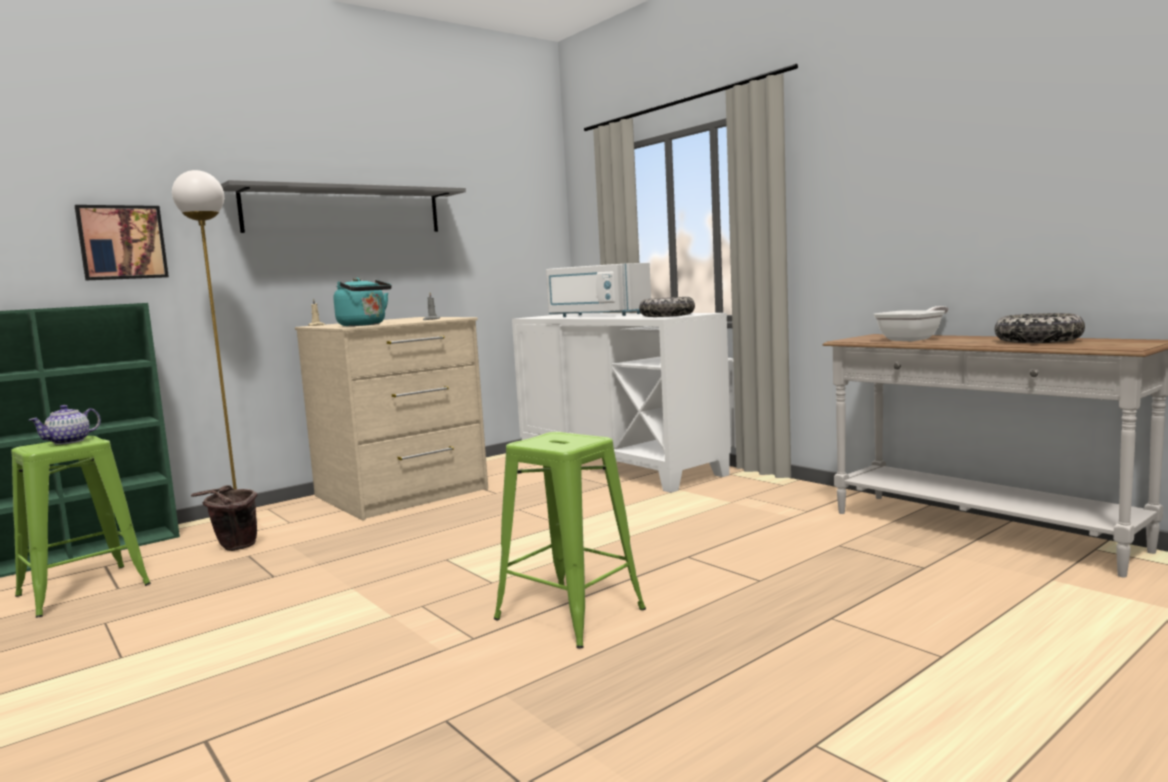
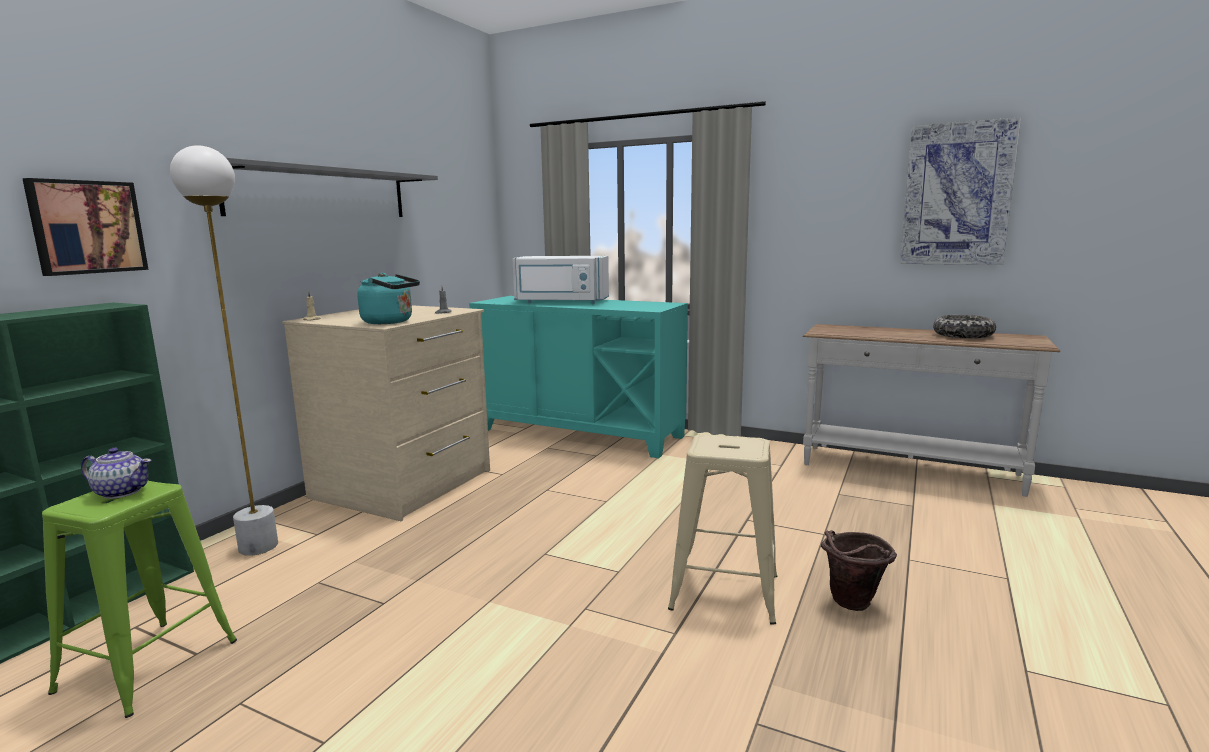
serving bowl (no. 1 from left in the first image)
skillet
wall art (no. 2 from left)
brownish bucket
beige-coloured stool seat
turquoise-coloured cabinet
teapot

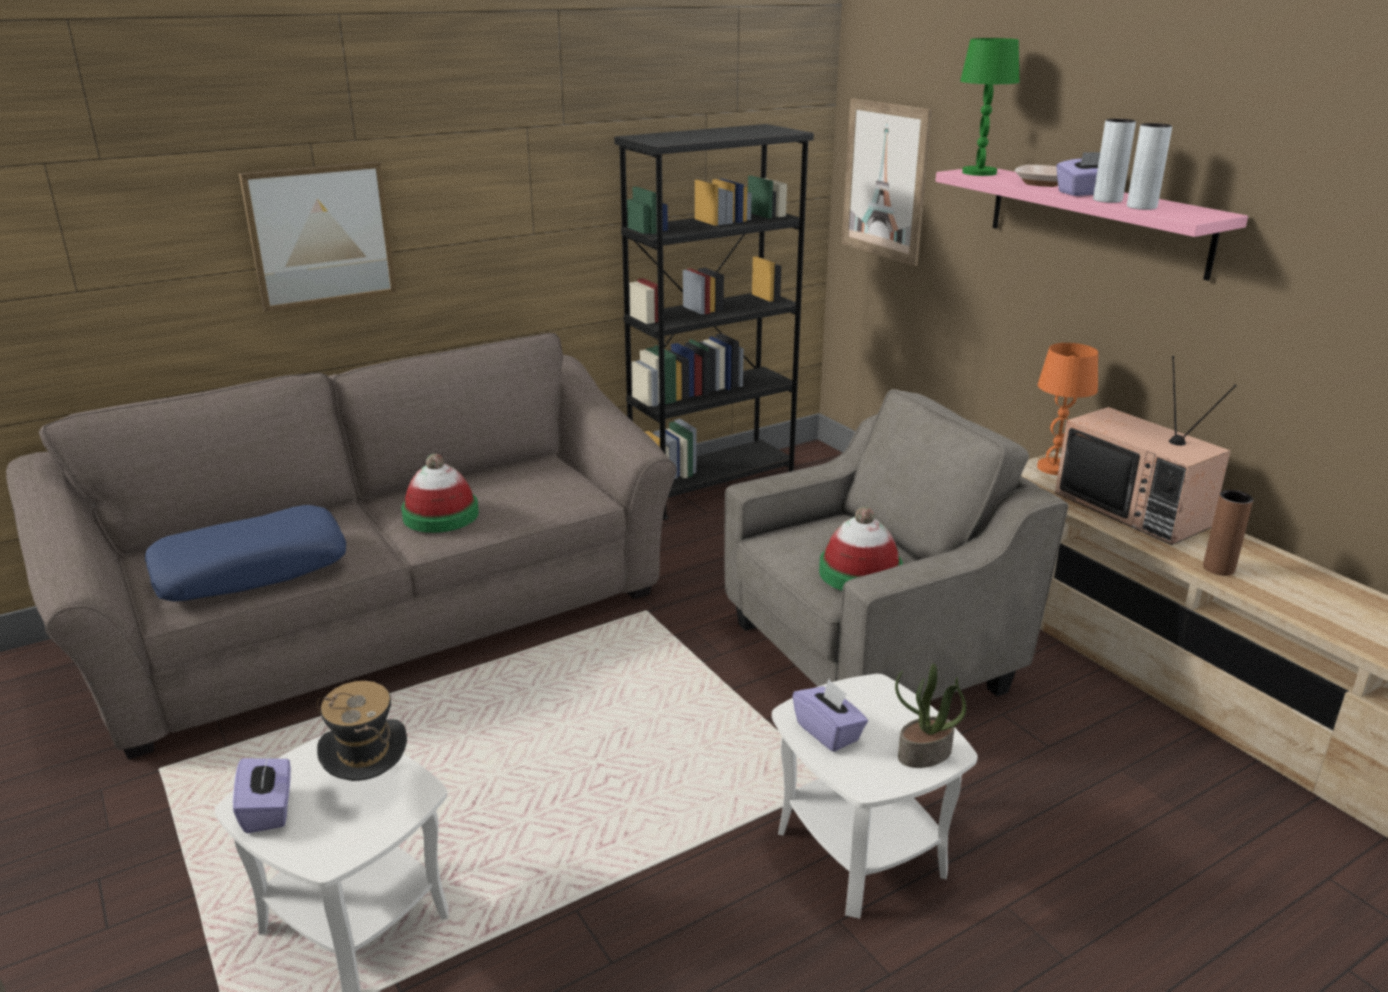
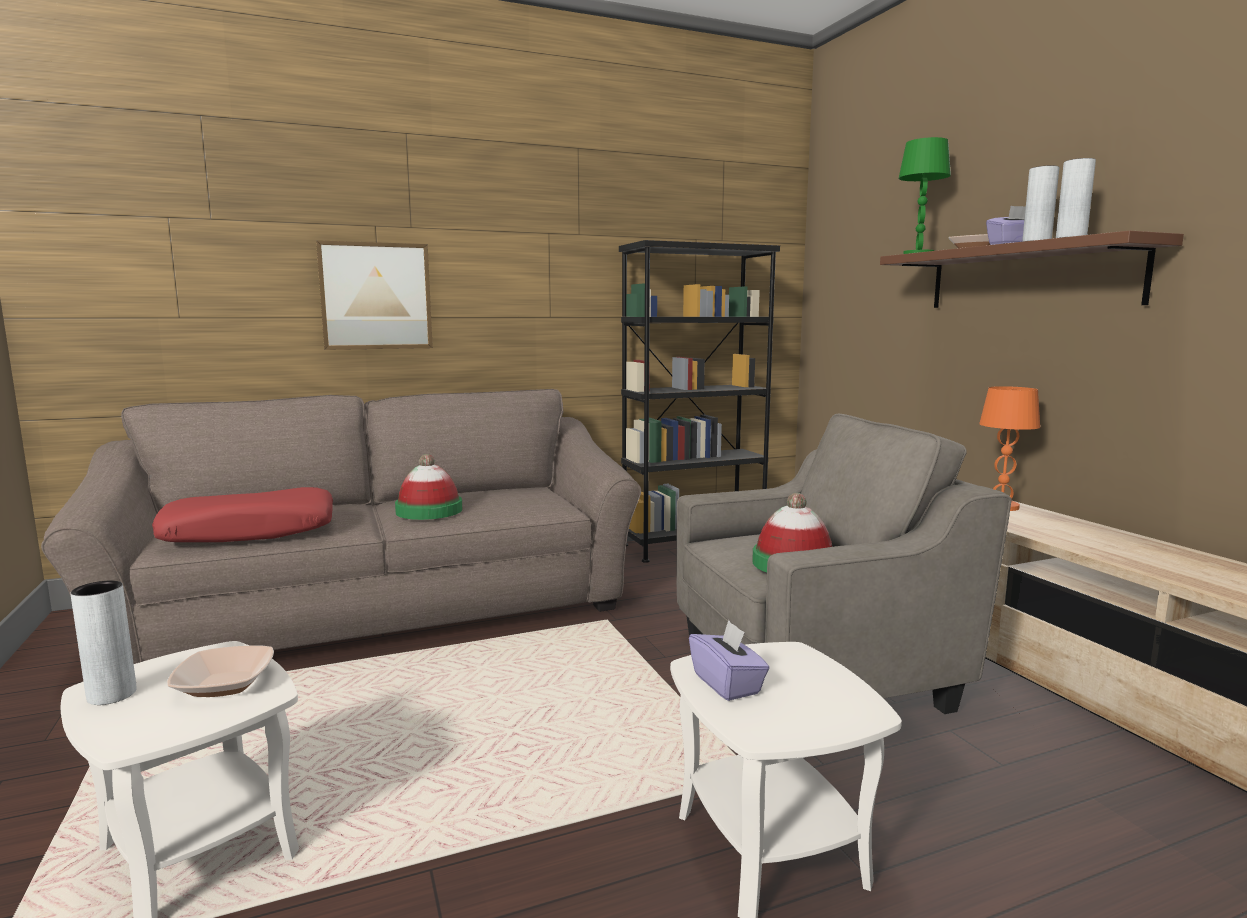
wall art (no. 2 from left in the first image)
houseplant
TV set
brownish decorative vase
grey decorative vase (no. 1 from left)
serving bowl (no. 1 from left)
red-coloured throw pillow
brownish shelf

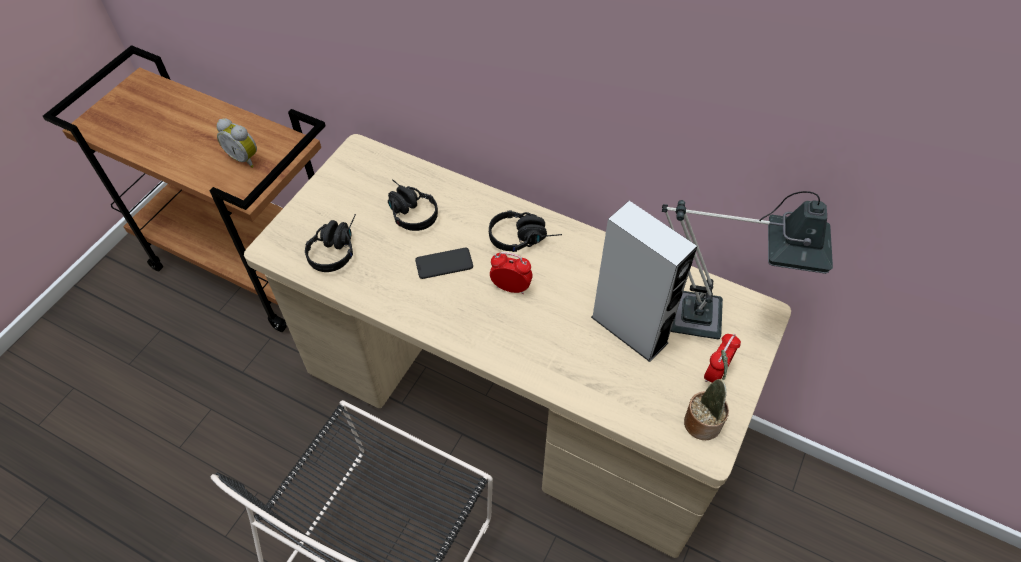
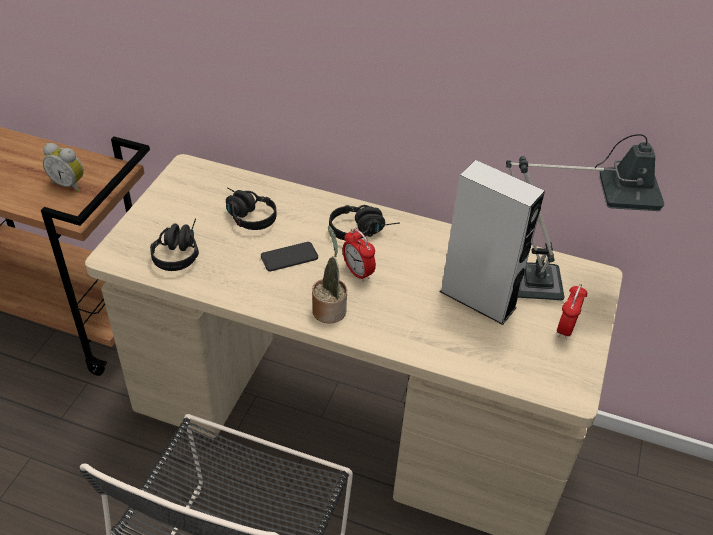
houseplant
alarm clock (no. 2 from left)

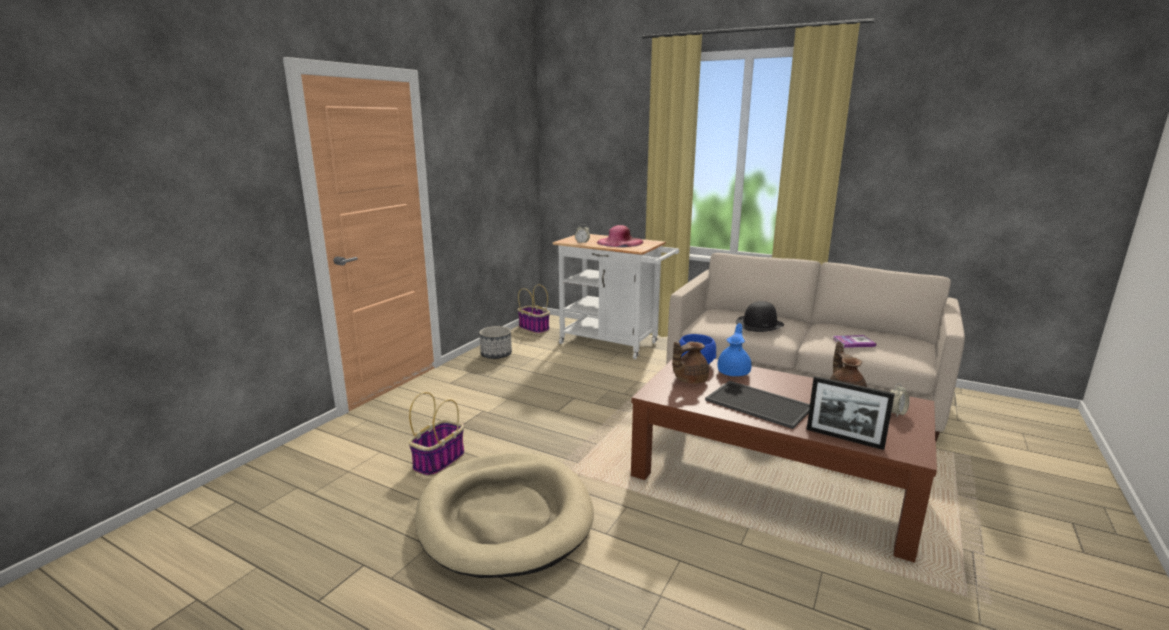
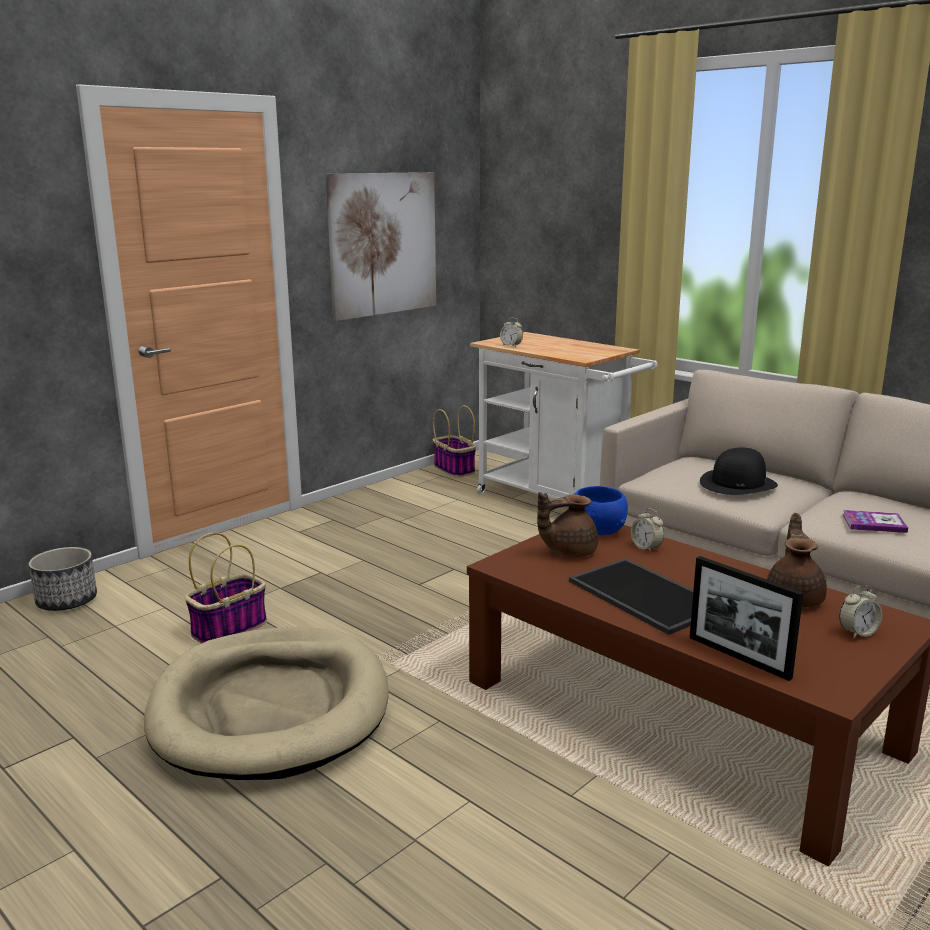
pink-coloured wearable hat
wall art
planter
alarm clock (no. 2 from left)

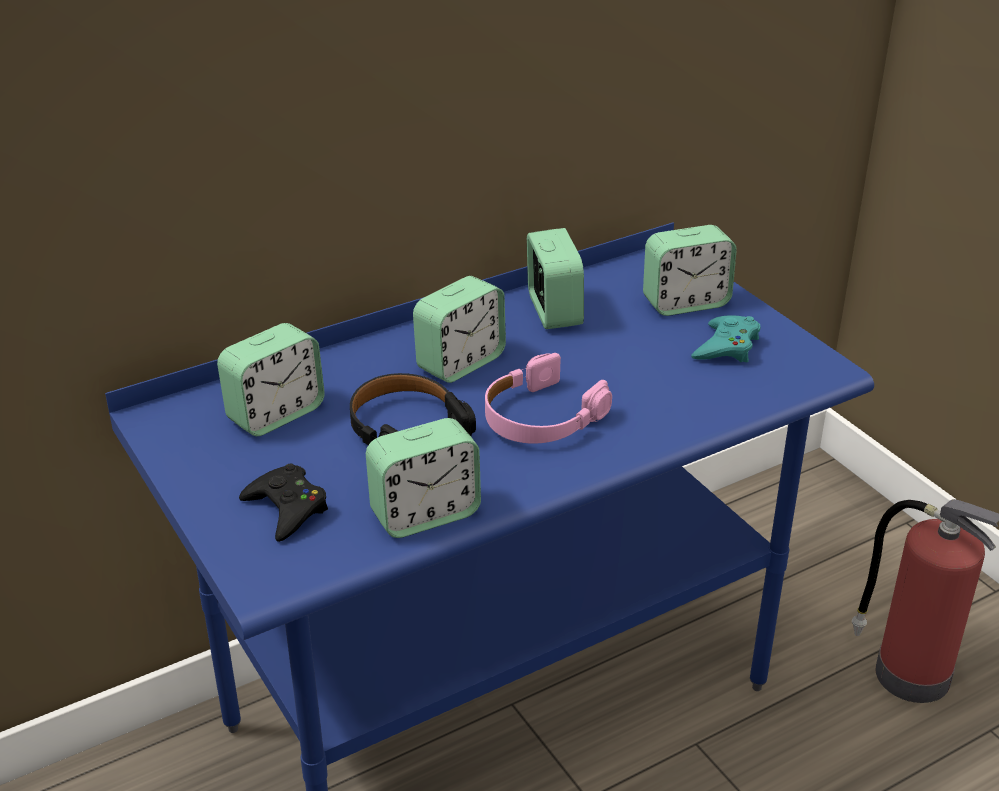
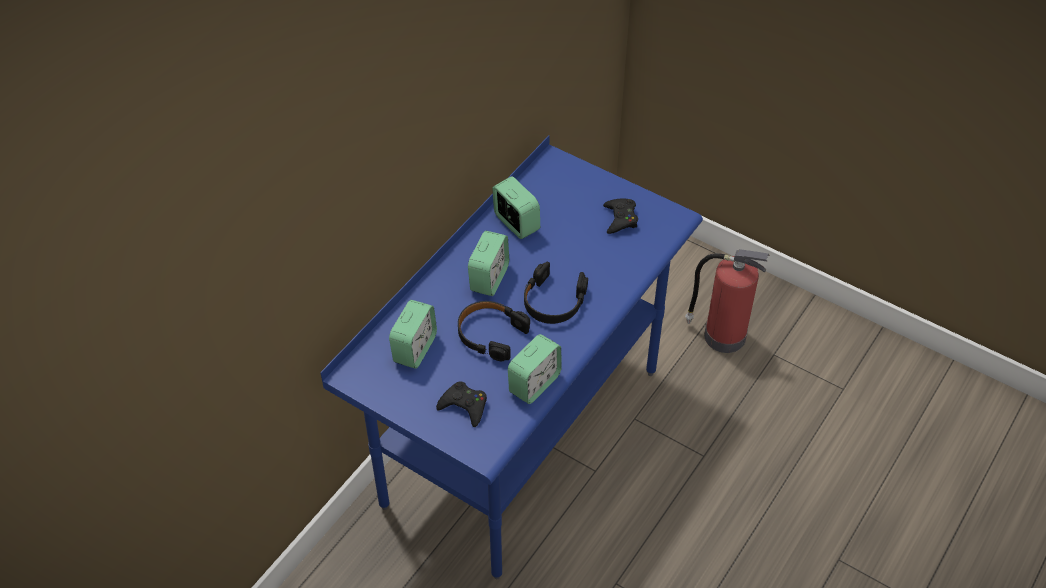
alarm clock (no. 5 from left in the first image)
black headphones (no. 2 from left)
black joypad (no. 2 from left)

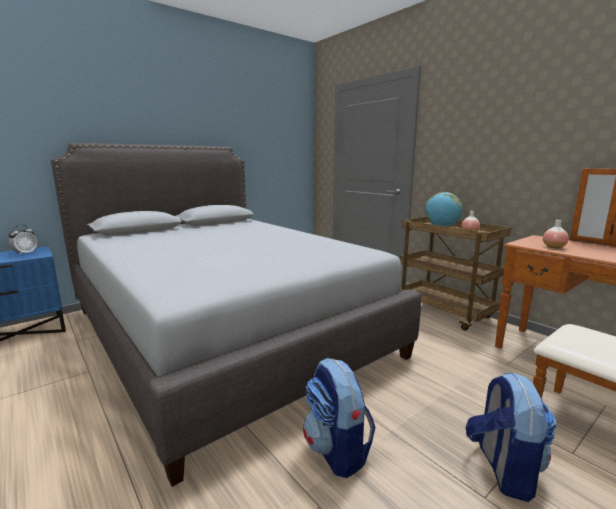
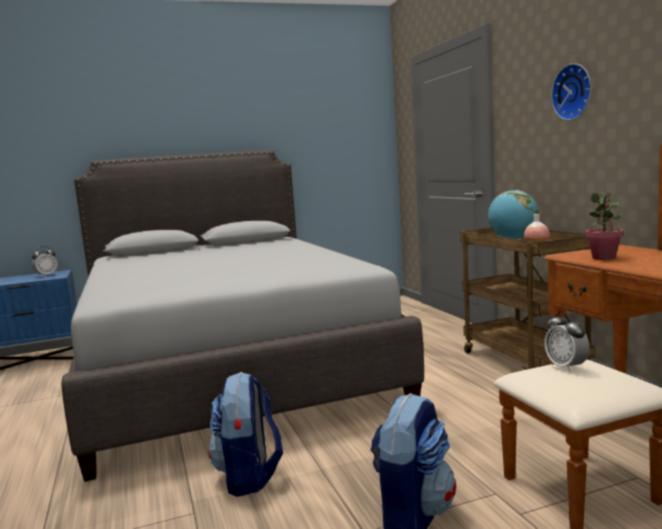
alarm clock (no. 2 from left)
wall clock
houseplant

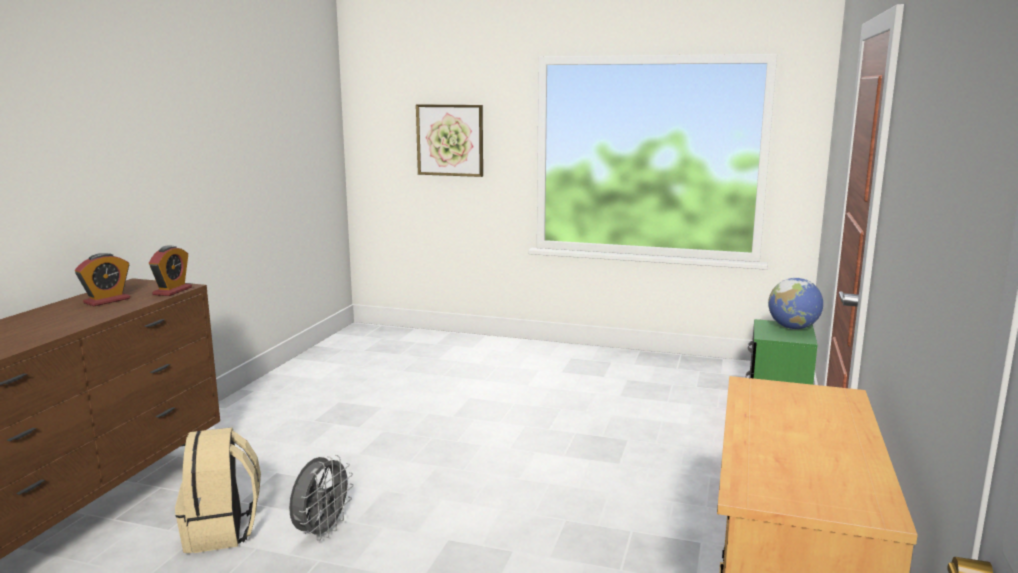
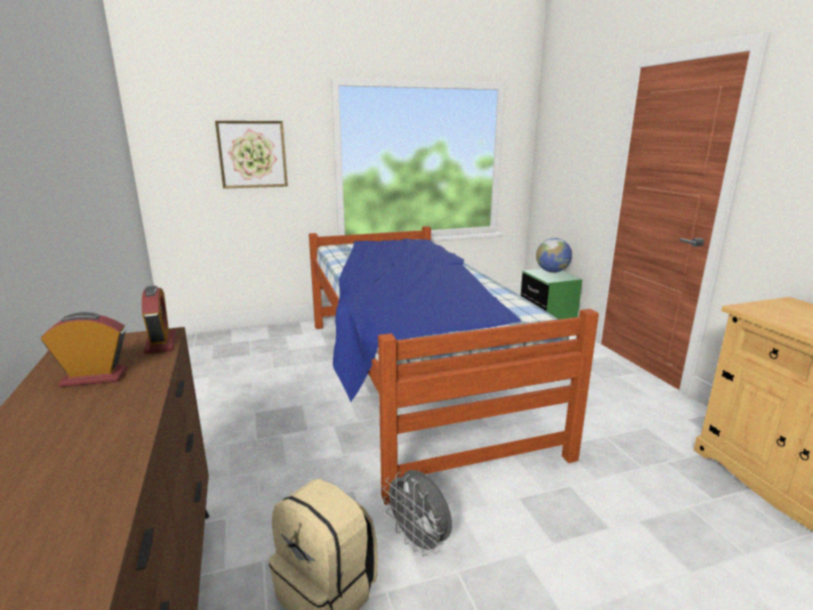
bedroom bed
alarm clock (no. 1 from left)
grey electric fan

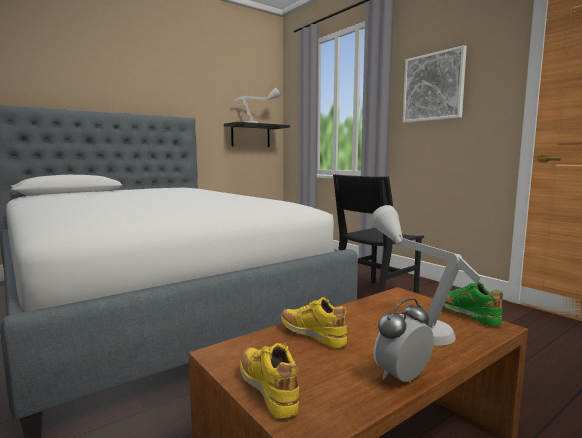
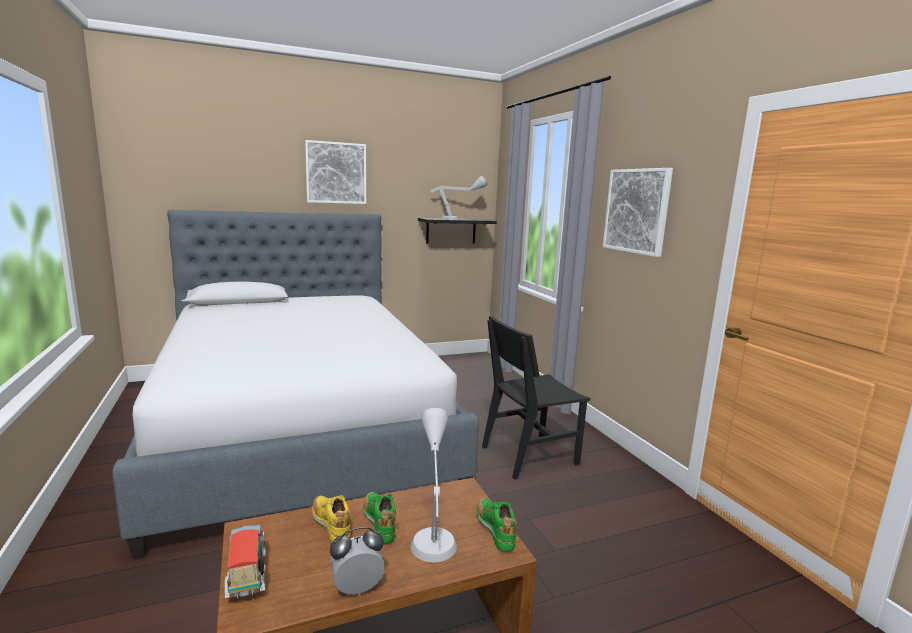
wall art (no. 1 from left)
green item of footwear (no. 1 from left)
toy truck

